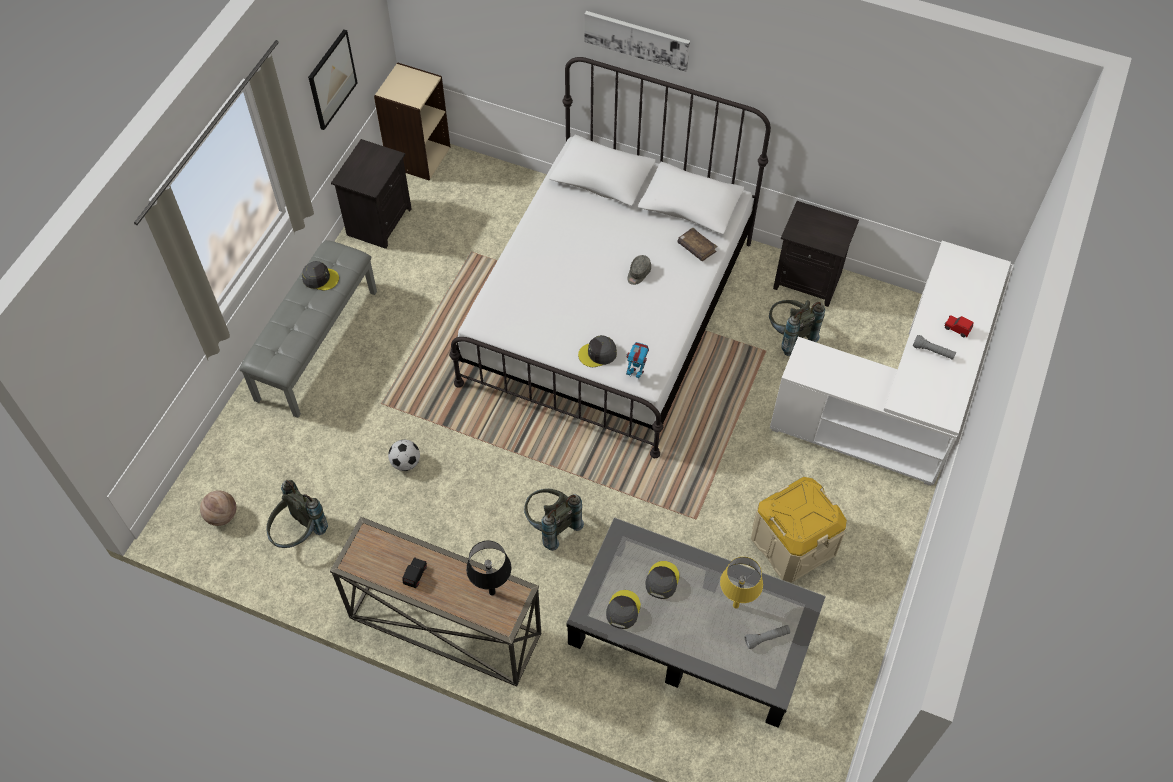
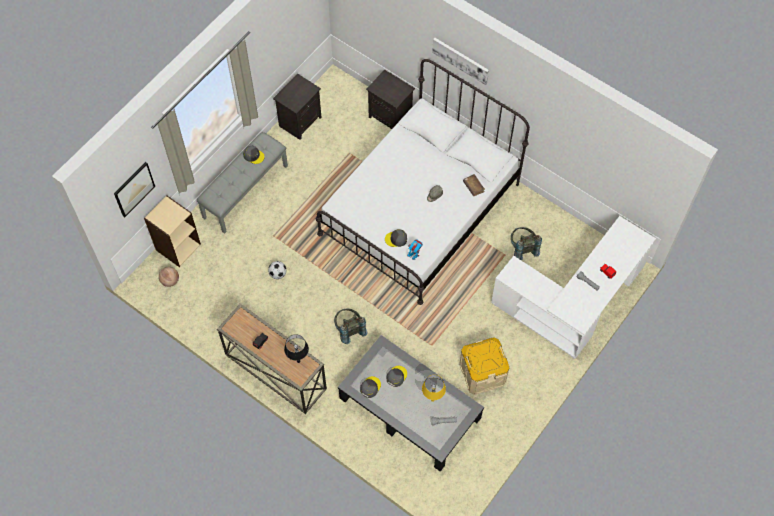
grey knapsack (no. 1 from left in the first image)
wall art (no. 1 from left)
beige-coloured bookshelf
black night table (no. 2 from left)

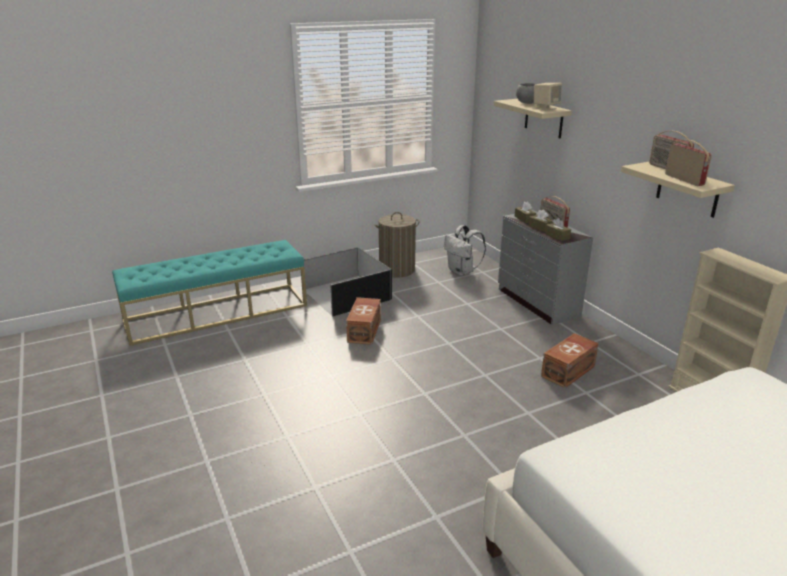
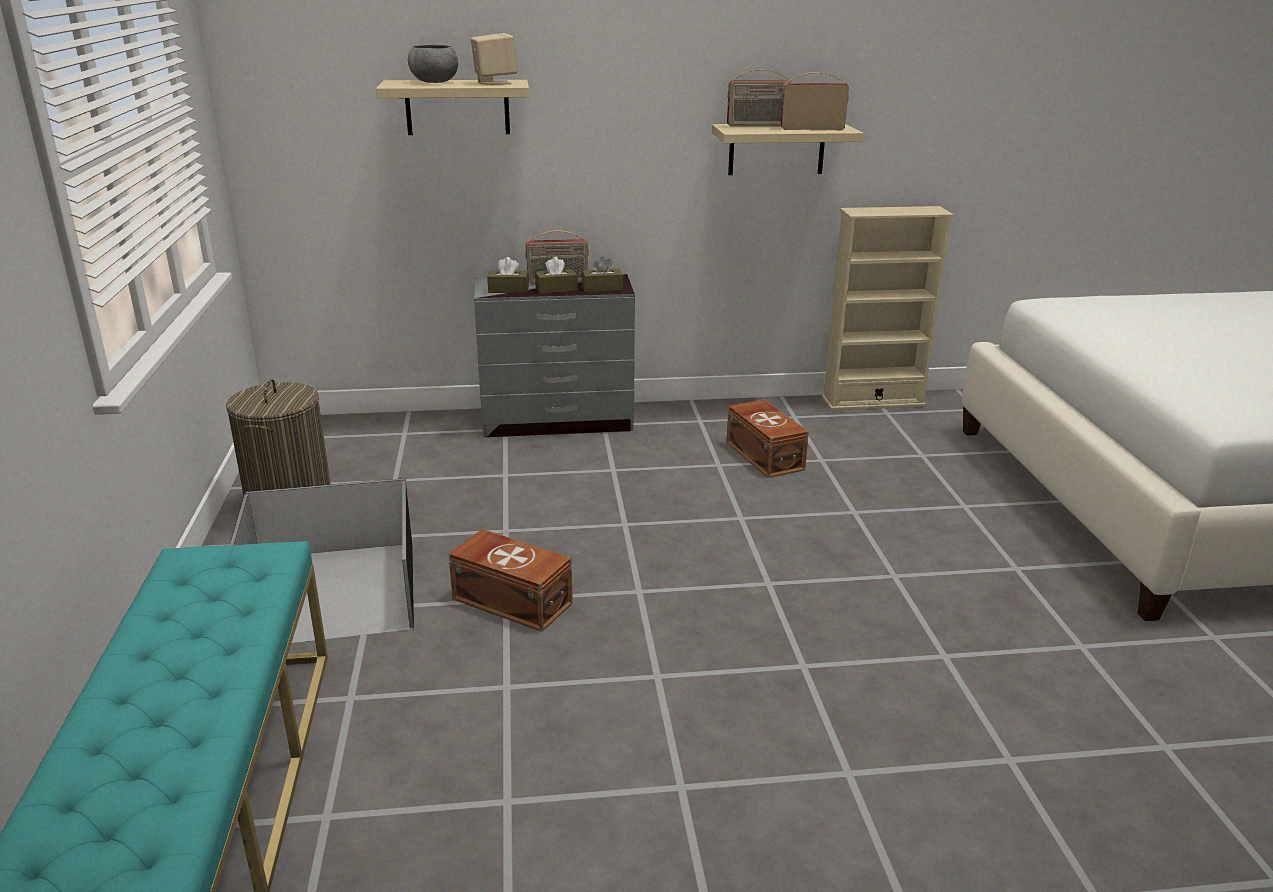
white-coloured knapsack

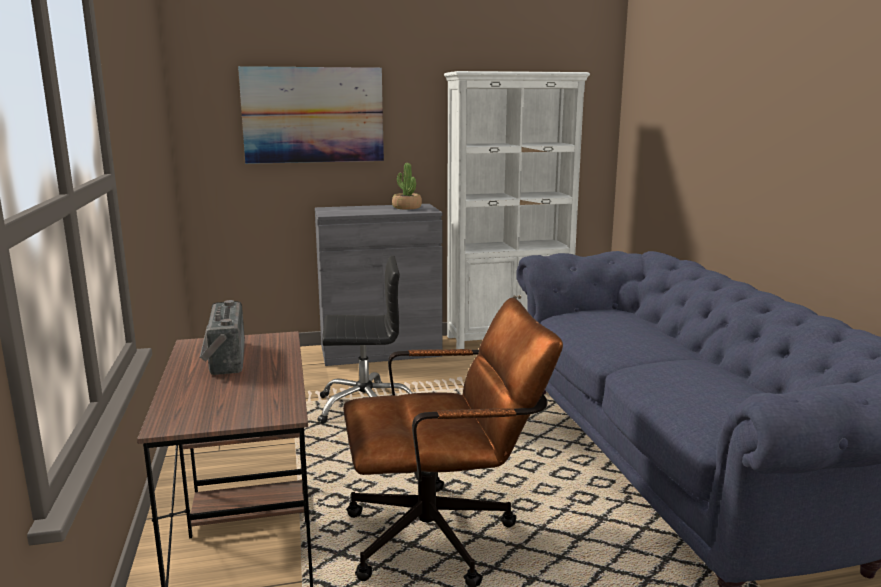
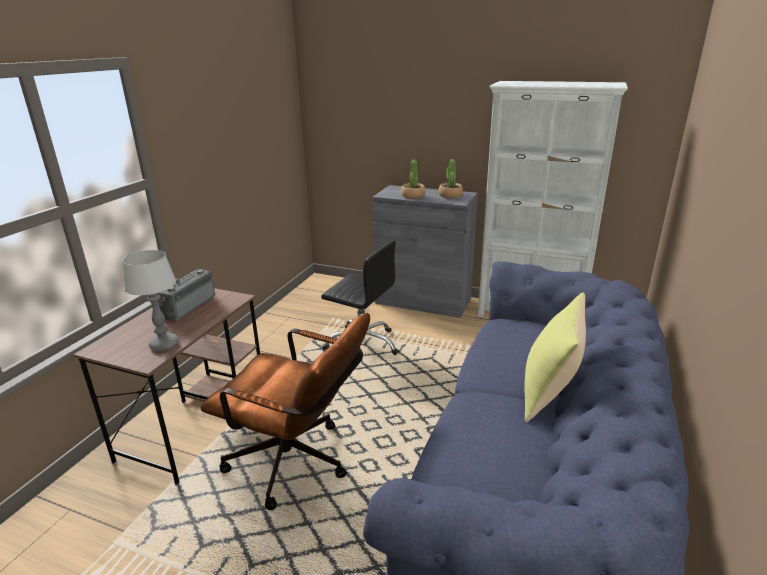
wall art
lamp for a table
houseplant (no. 1 from left)
yellowish throw pillow

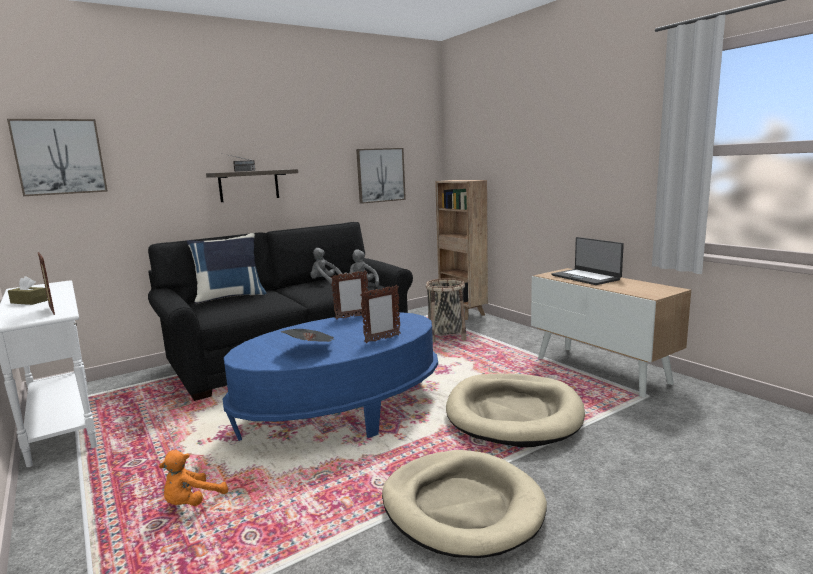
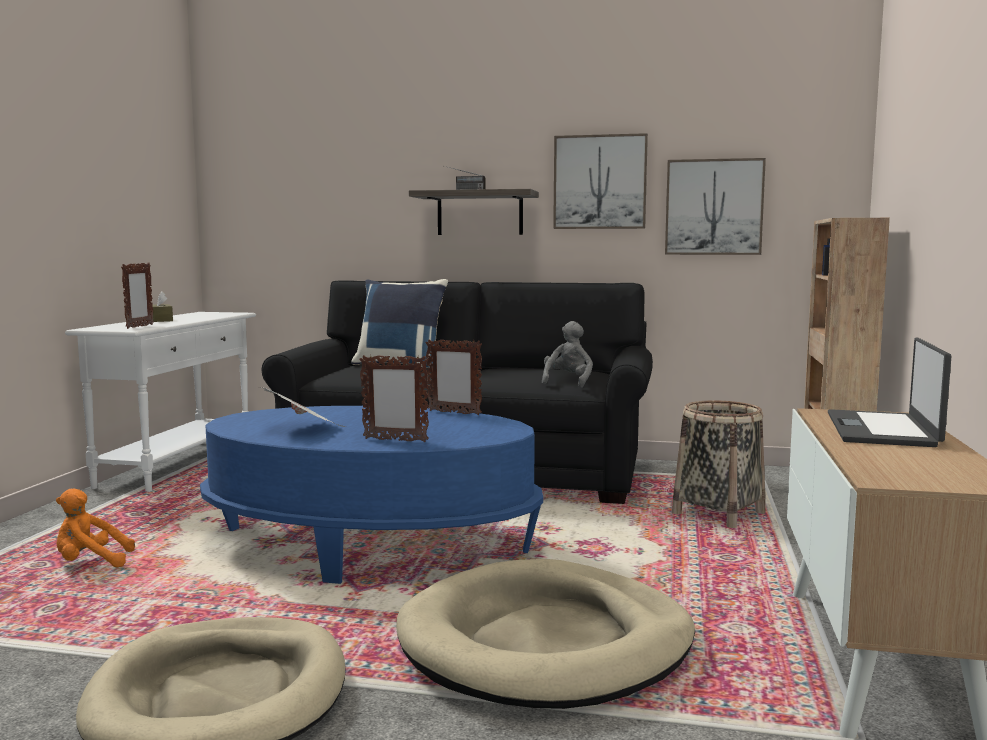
grey plush toy (no. 1 from left in the first image)
wall art (no. 1 from left)

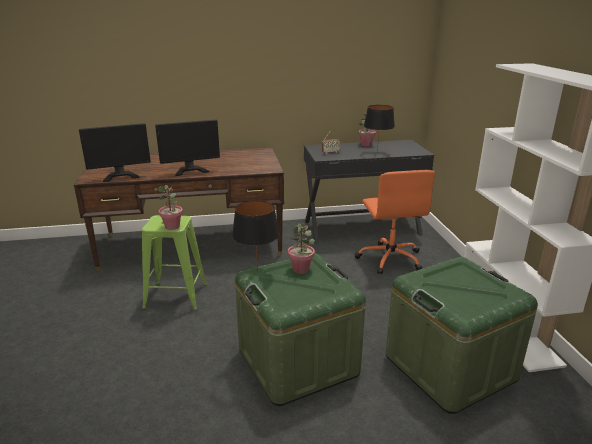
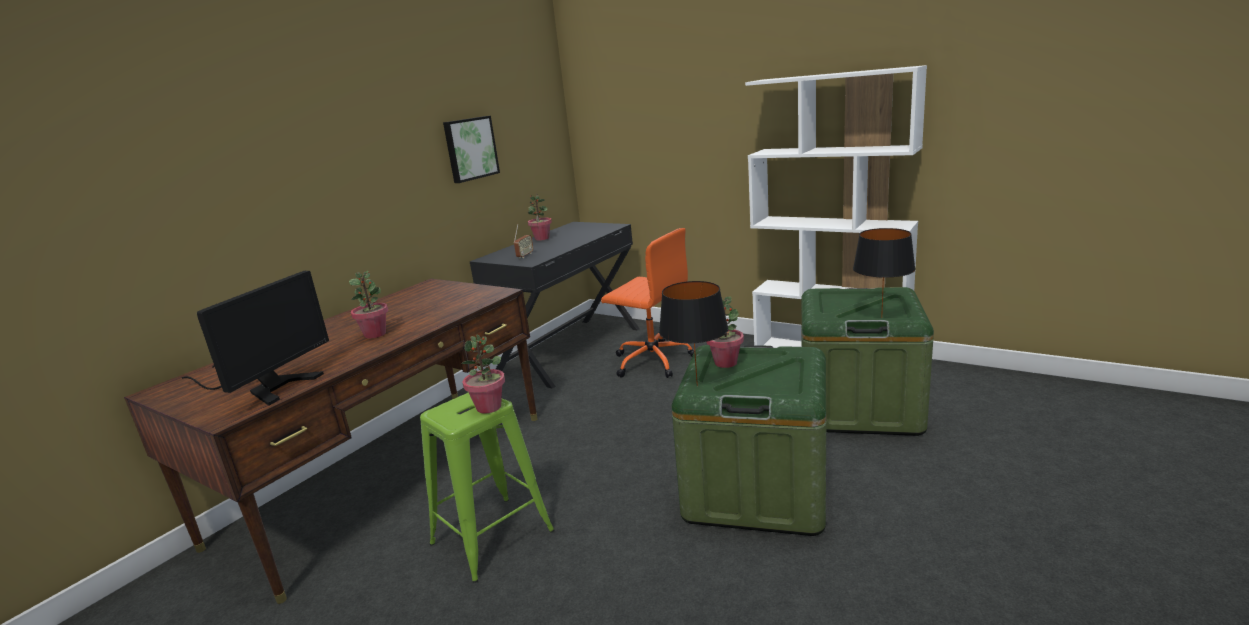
wall art
black lamp for a table (no. 2 from left)
houseplant (no. 1 from left)

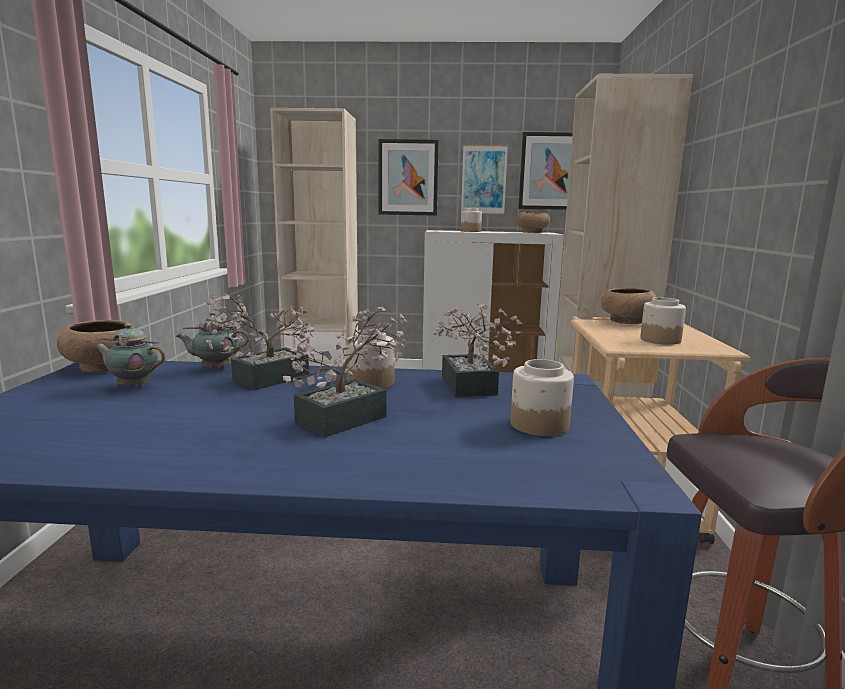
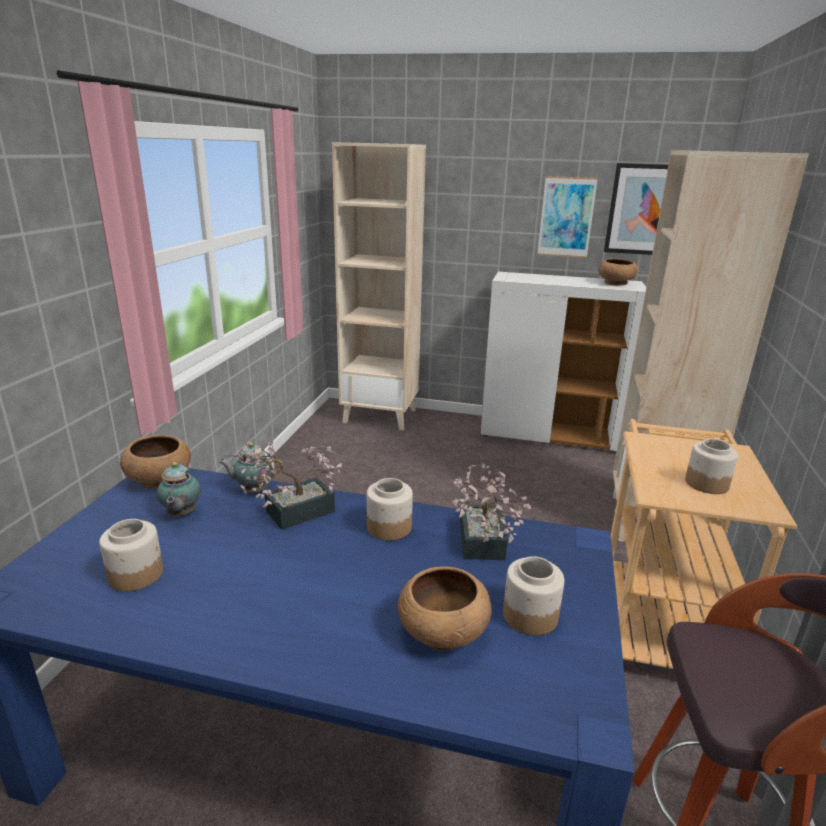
houseplant (no. 2 from left in the first image)
wall art (no. 1 from left in the first image)
storage jar (no. 1 from left)
brownish serving bowl (no. 2 from left)
teapot (no. 1 from left)

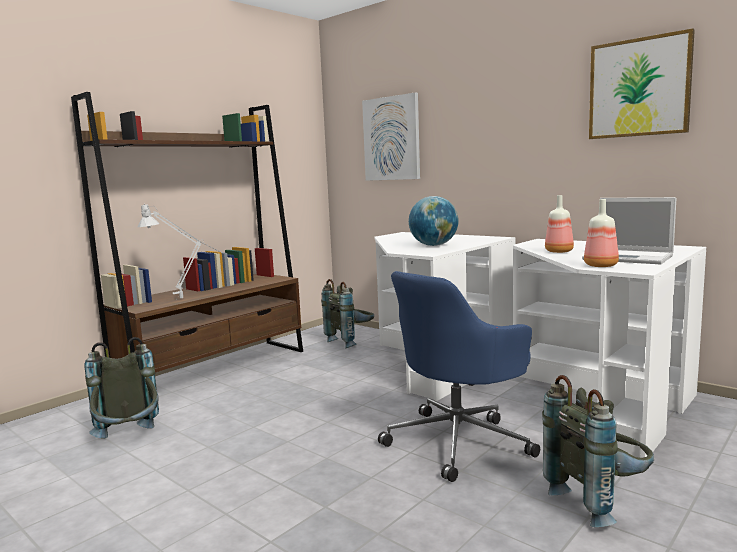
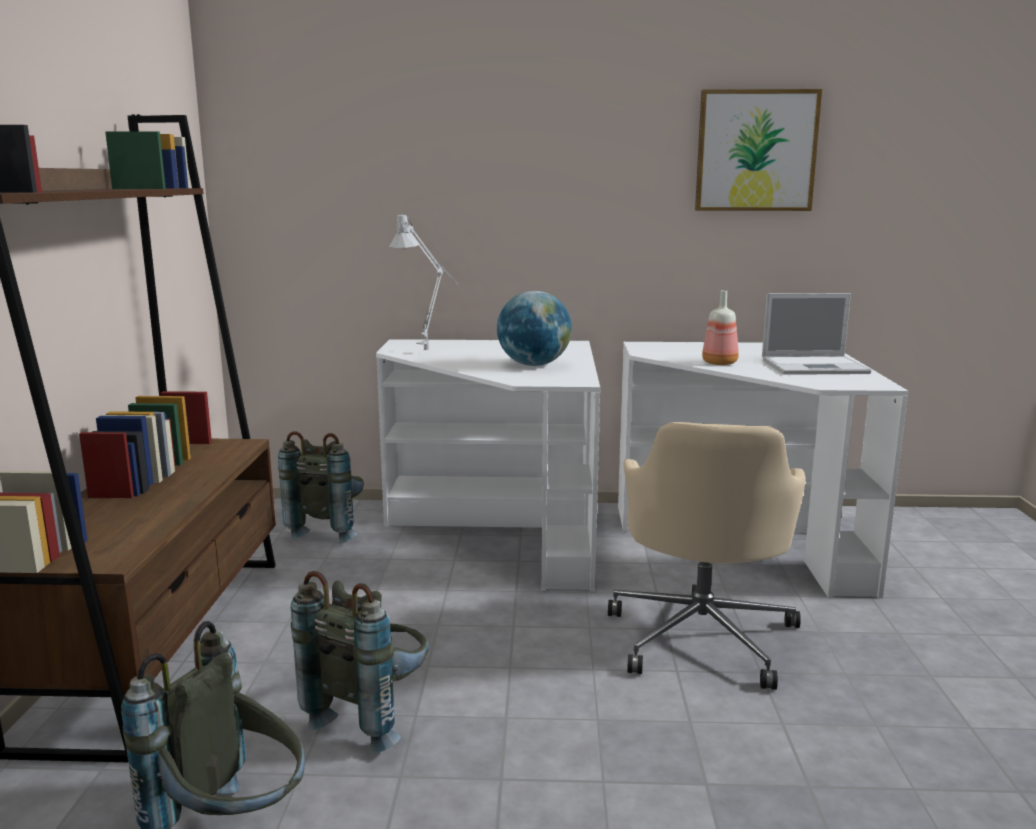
wall art (no. 1 from left in the first image)
bottle (no. 2 from left in the first image)
grey lamp for a table
grey knapsack (no. 3 from left)
beige-coloured office chair

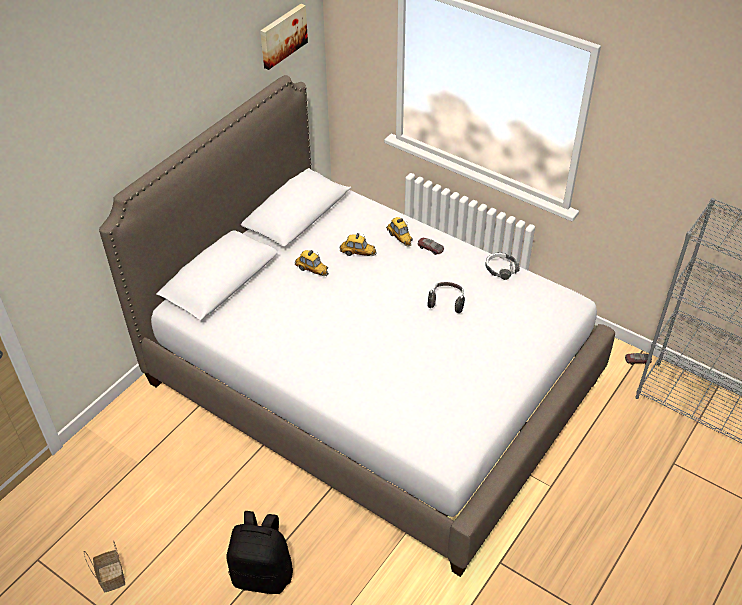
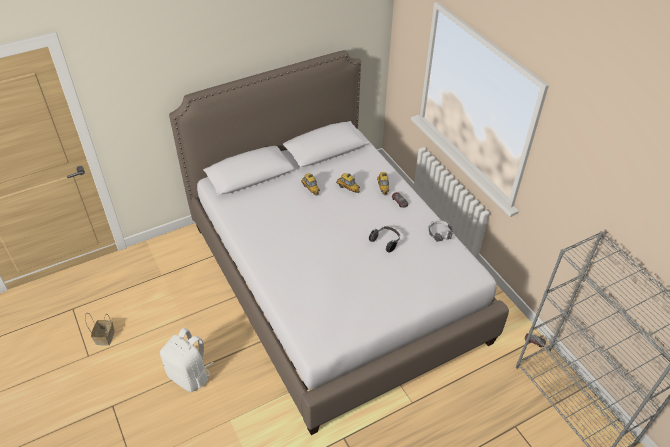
wall art
white-coloured knapsack

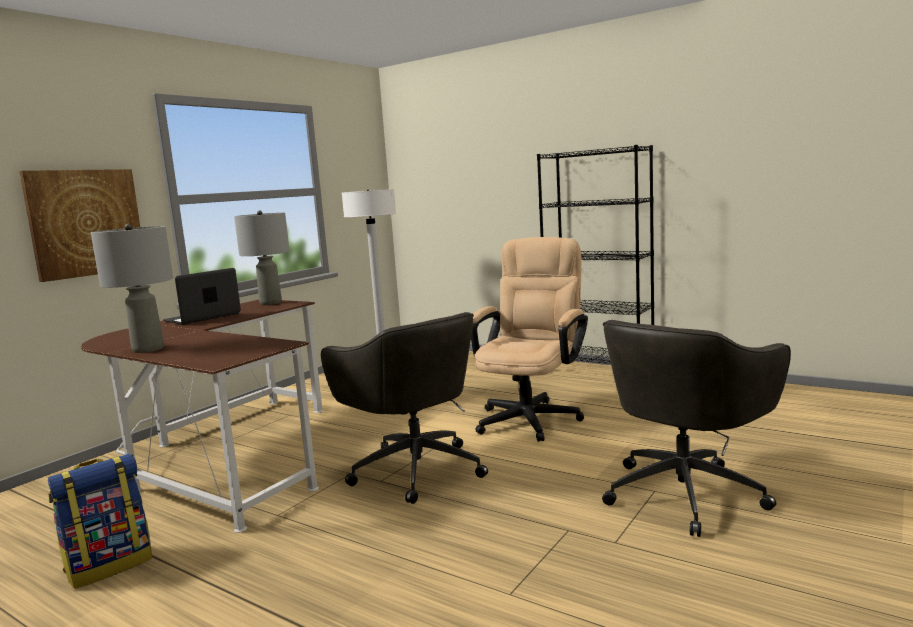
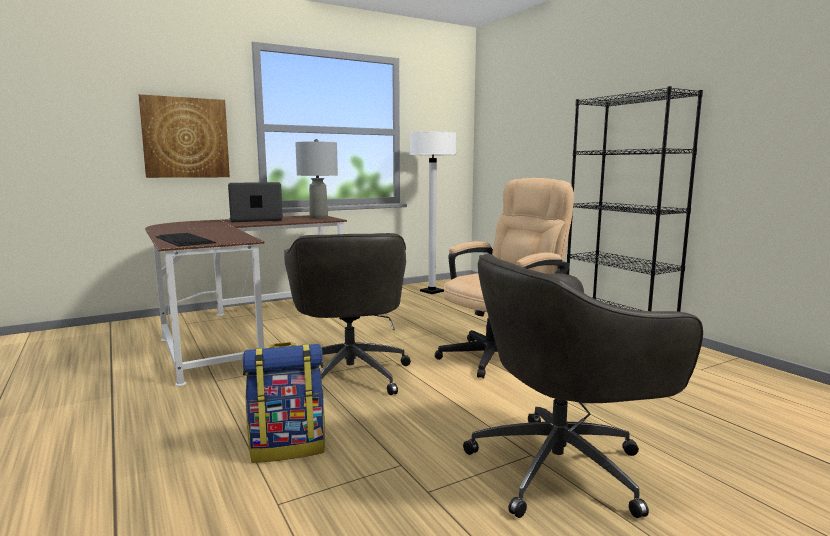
grey lamp for a table (no. 1 from left in the first image)
keyboard
knapsack

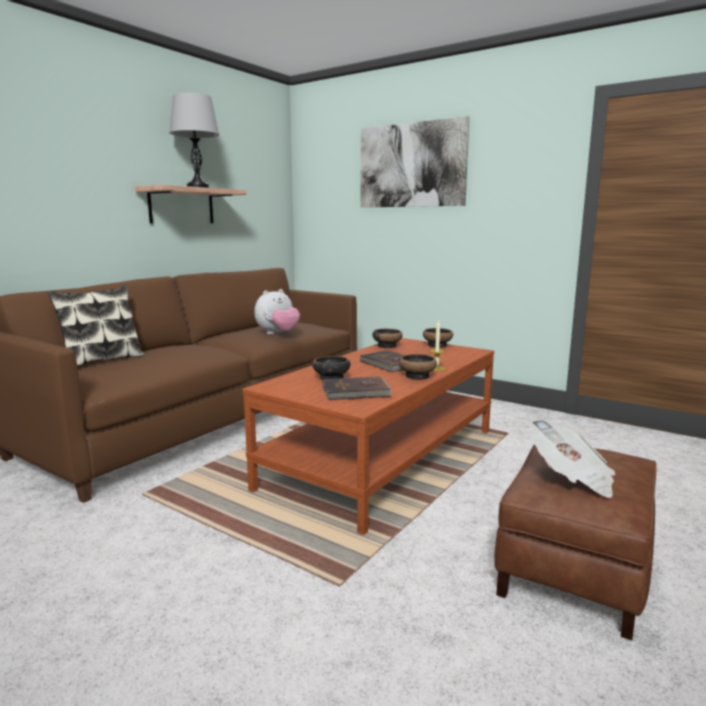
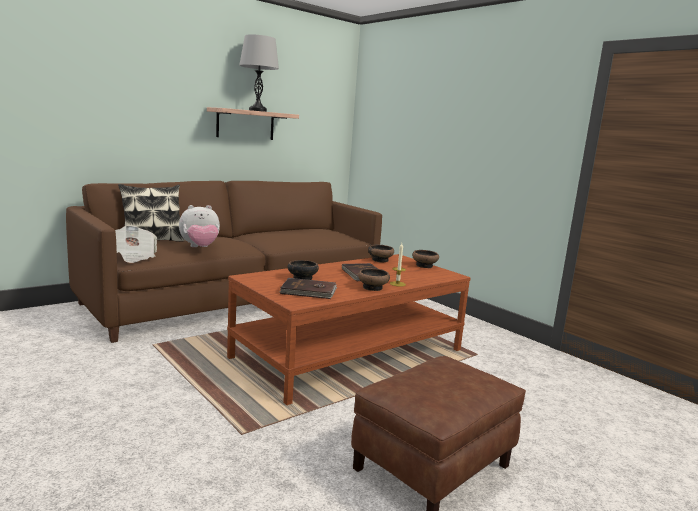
wall art
plush toy
newspaper

